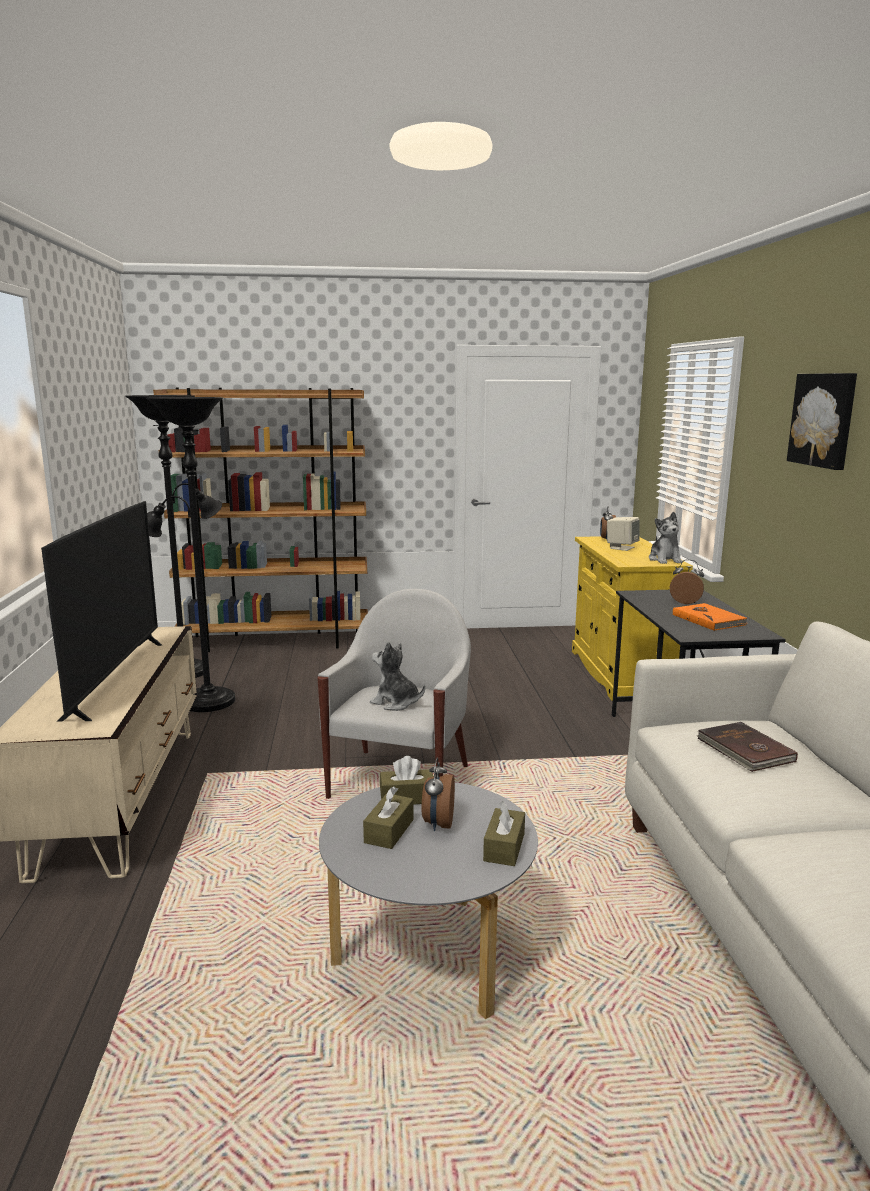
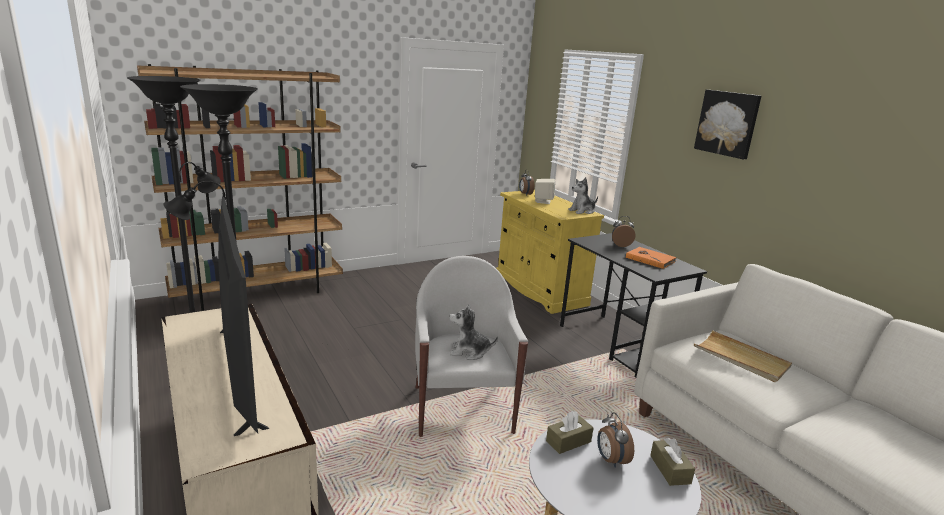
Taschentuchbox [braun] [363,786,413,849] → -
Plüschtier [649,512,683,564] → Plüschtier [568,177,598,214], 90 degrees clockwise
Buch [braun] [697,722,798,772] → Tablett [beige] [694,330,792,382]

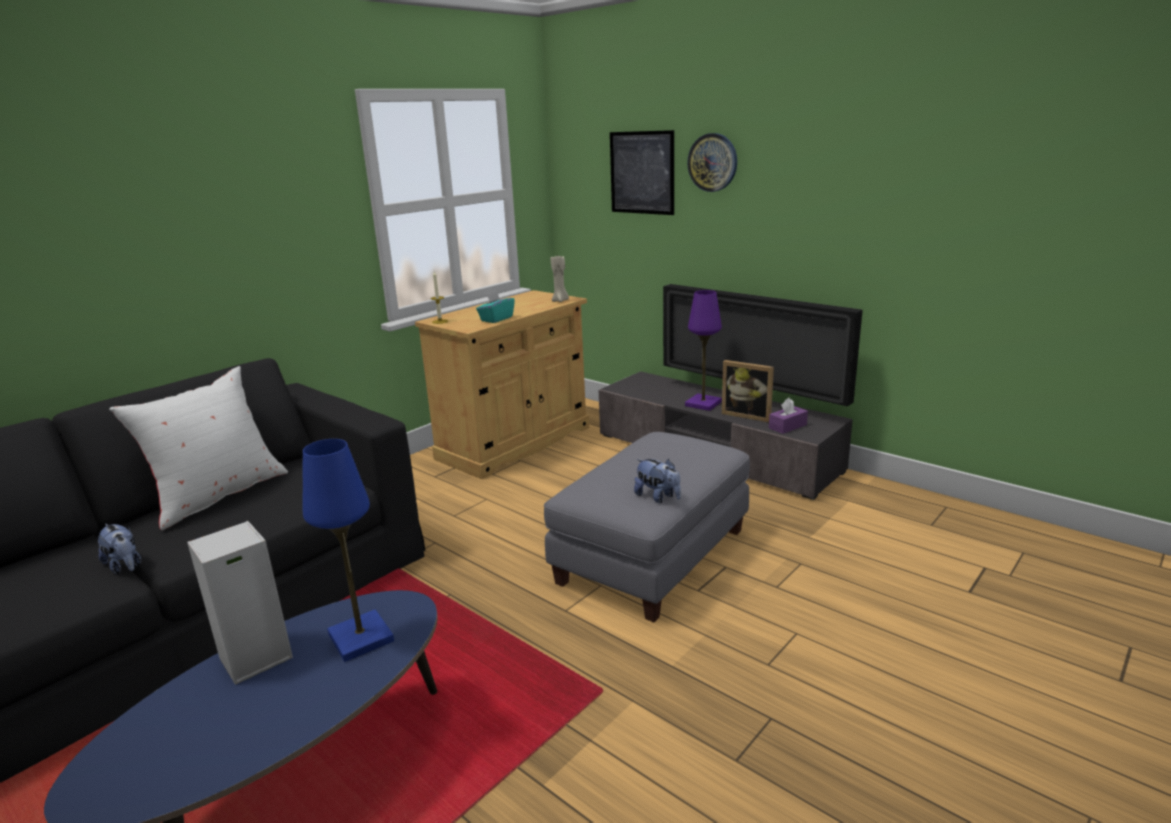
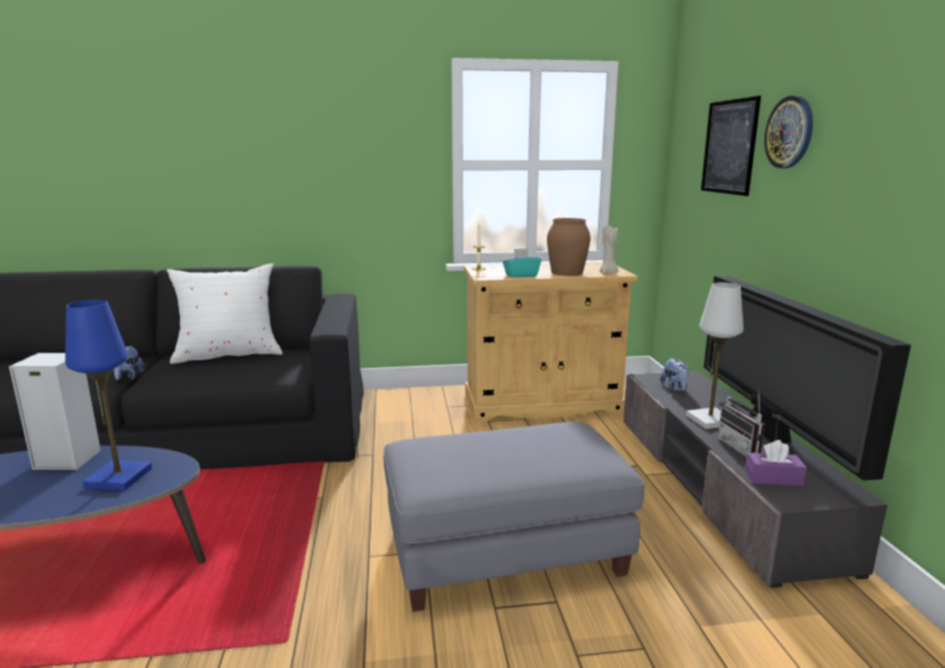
Plüschtier [634,459,681,503] → Plüschtier [660,358,689,391], relocated
Tischlampe [lila] [685,290,722,411] → Tischlampe [weiß] [686,283,744,429]
Bilderrahmen [722,360,774,422] → Radio [718,390,765,457]
- → Vase [braun] [547,218,591,276]

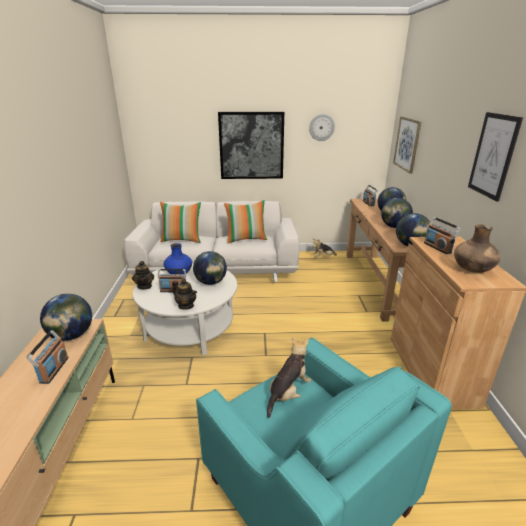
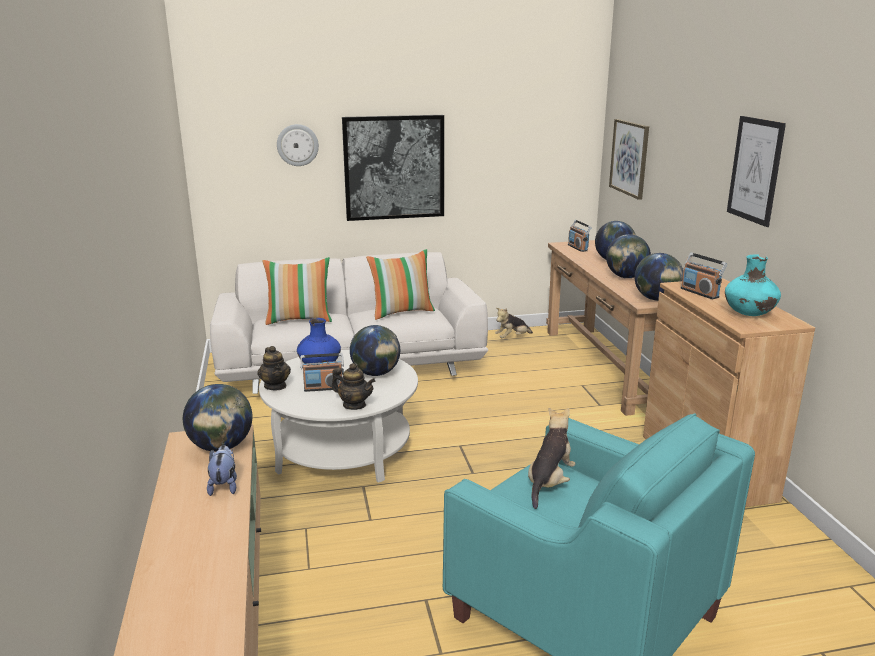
Radio [26,330,69,384] → Plüschtier [207,445,237,496]
Wanduhr [309,114,335,141] → Wanduhr [277,124,319,166], relocated
Vase [braun] [454,224,501,273] → Vase [türkis] [725,254,781,316]

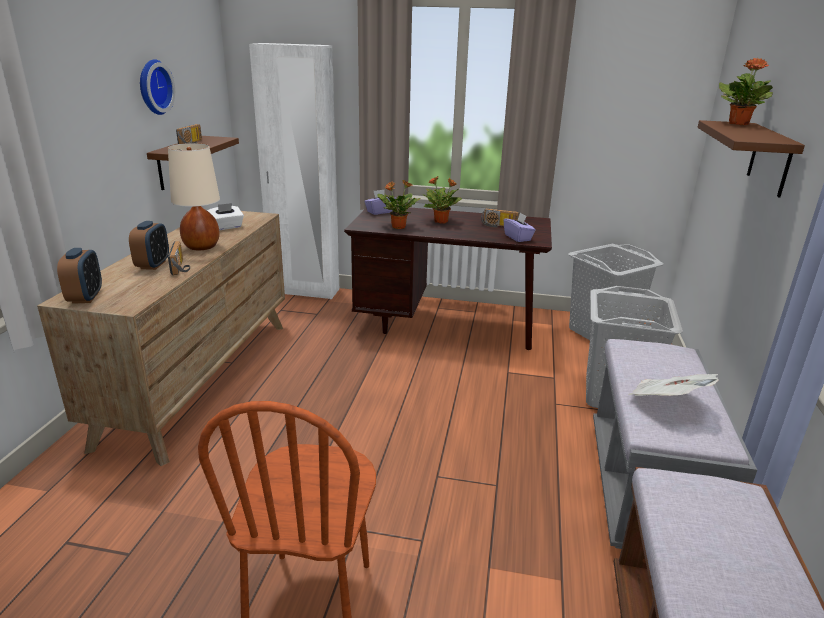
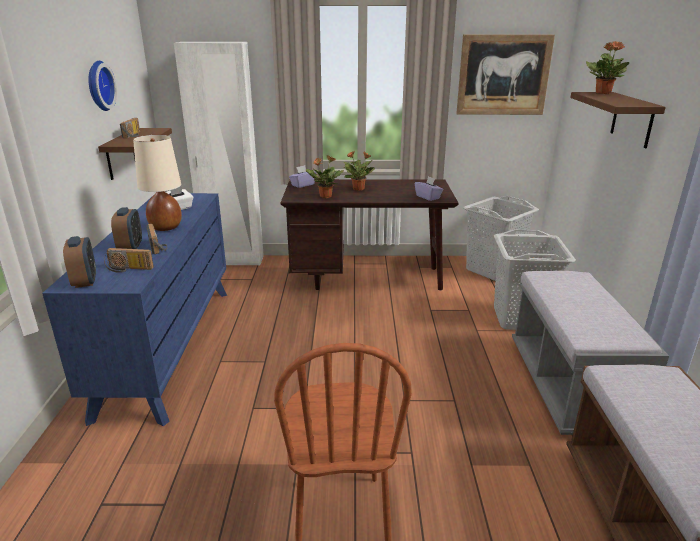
Kommode [braun] [37,211,285,466] → Kommode [blau] [42,193,227,426]
Radio [481,208,519,227] → Radio [104,248,154,273], relocated
Zeitung [628,374,718,396] → -
- → Bild [456,35,555,115]

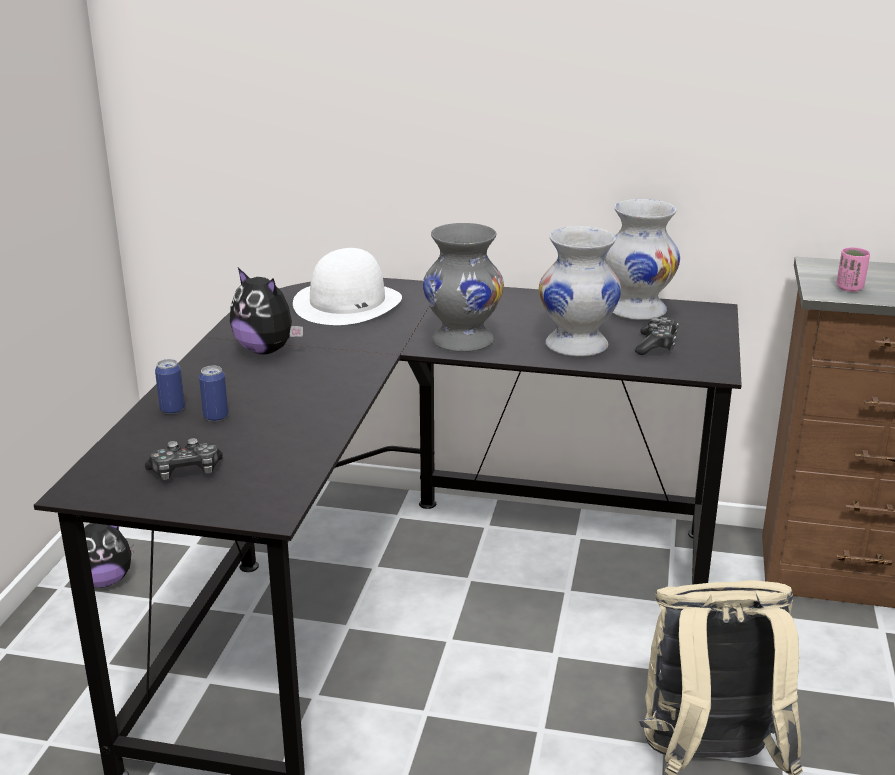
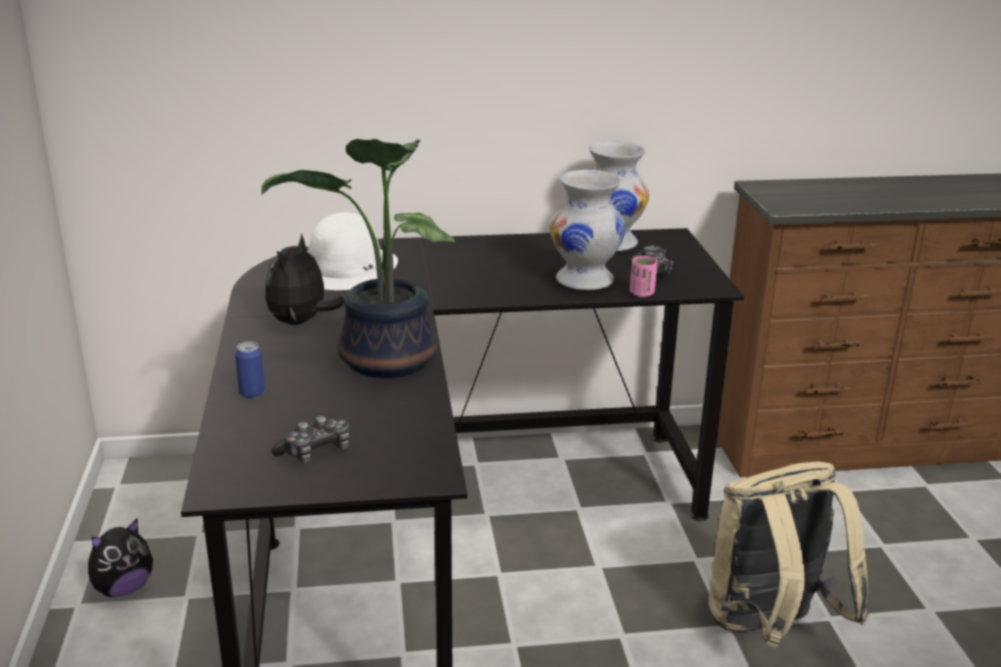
Dose [199,366,228,421] → -
Plüschtier [230,268,303,354] → Plüschtier [265,233,344,325], 90 degrees clockwise
Vase [grau] [423,223,504,352] → -
Tasse [rosa] [836,247,870,292] → Tasse [rosa] [630,256,658,297], relocated
- → Topfpflanze [261,139,456,378]

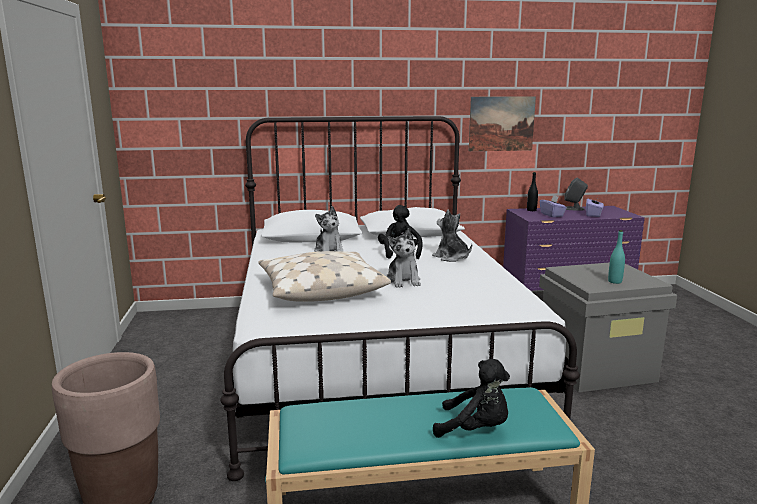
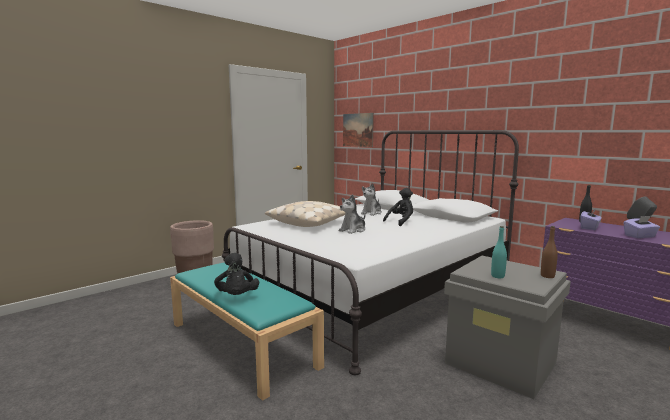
Plüschtier [432,210,472,262] → -
Bild [469,96,536,151] → Bild [343,113,374,147], relocated
- → Flasche [braun] [541,226,558,278]

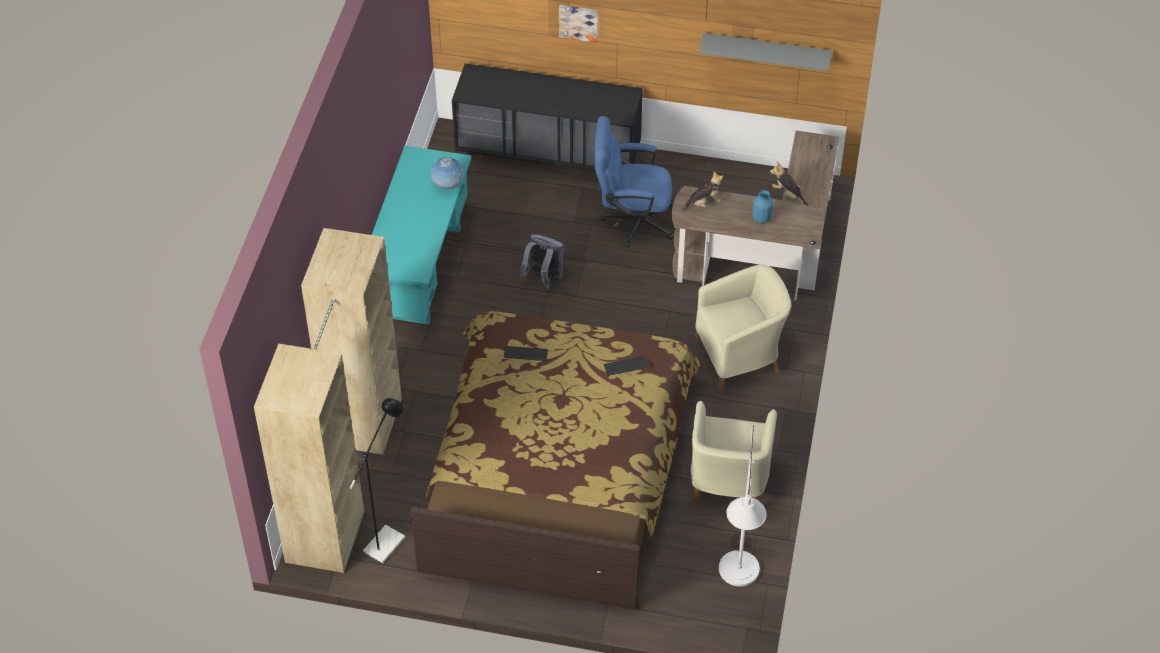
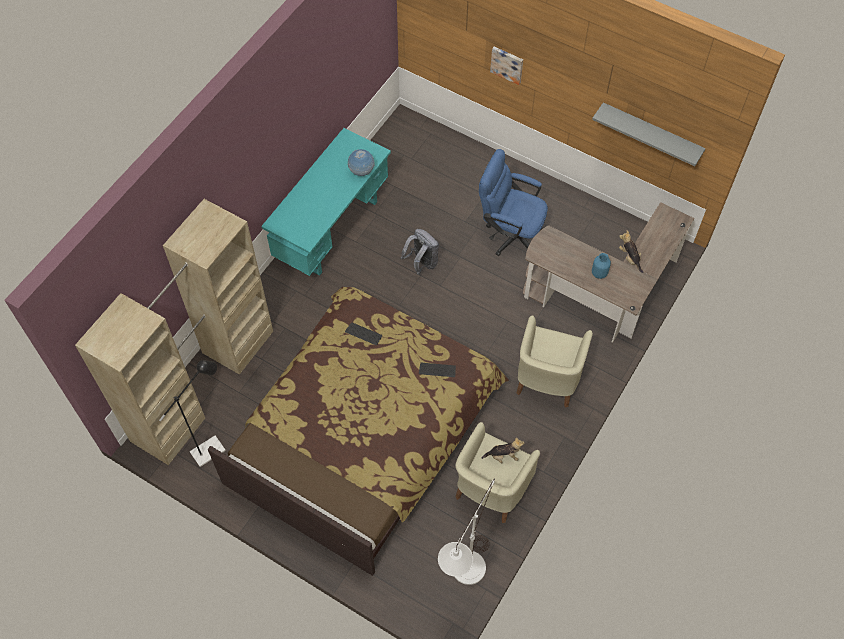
Kommode [schwarz] [452,63,643,171] → -
Plüschtier [682,172,723,211] → Plüschtier [482,437,524,463], relocated
Sessel [beige] [695,264,791,391] → Sessel [beige] [516,315,593,408], 105 degrees clockwise

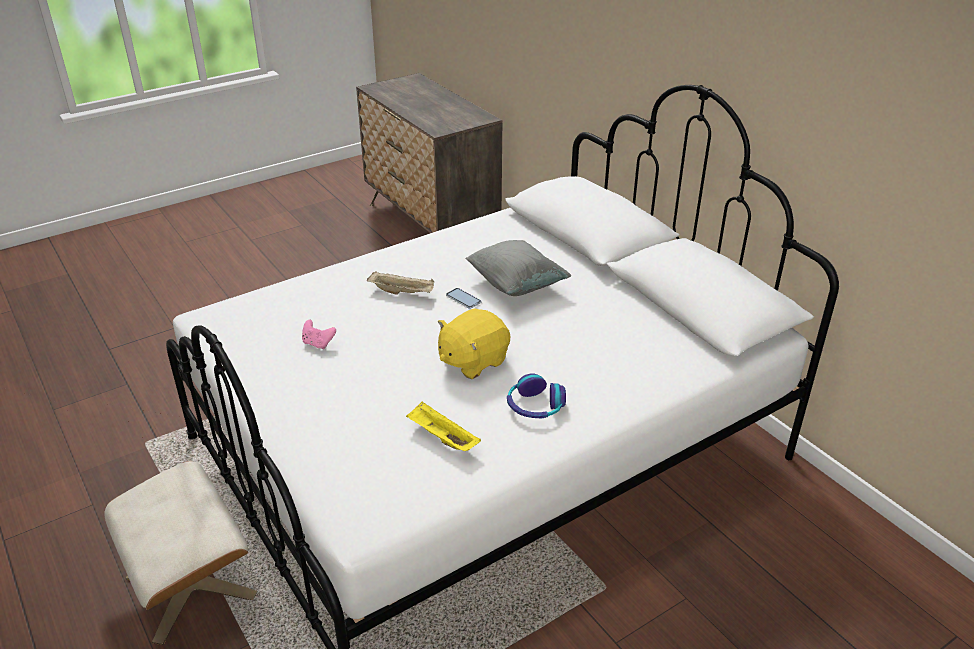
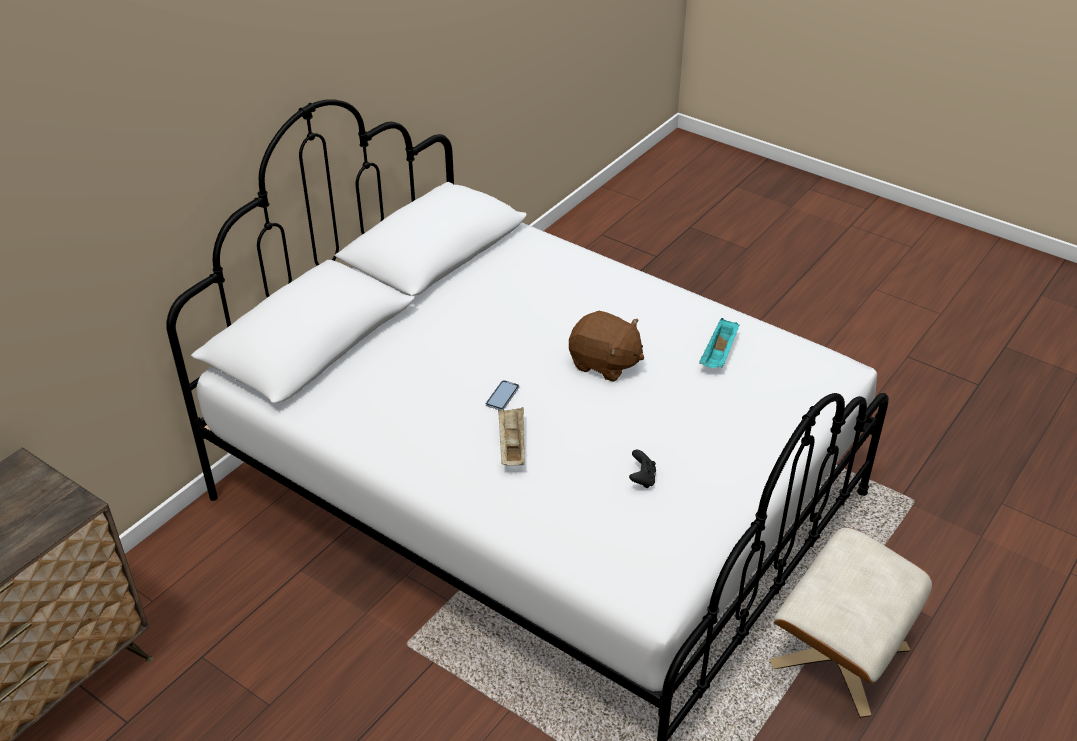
Gamepad [rosa] [302,319,336,349] → Gamepad [schwarz] [629,450,656,488]
Tablett [gelb] [406,402,481,451] → Tablett [türkis] [699,318,739,368]
Plüschtier [gelb] [438,308,510,379] → Plüschtier [braun] [569,311,644,382]
Kissen [grau] [465,240,571,296] → -
Kopfhörer [507,373,566,418] → -

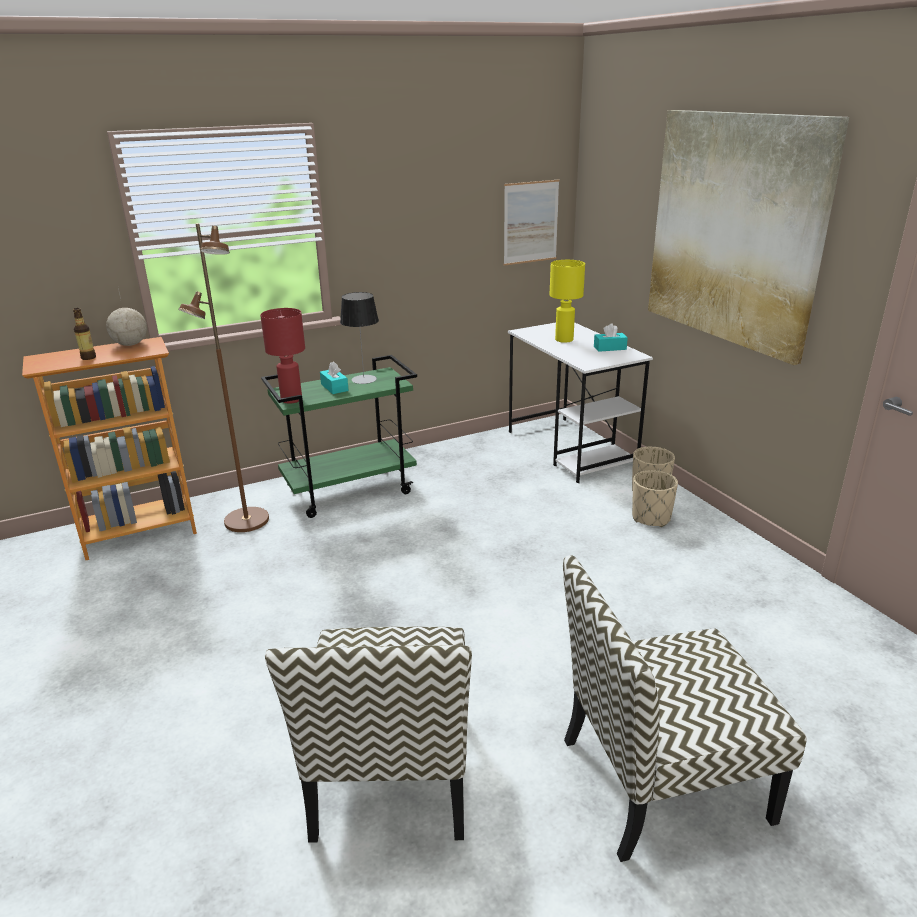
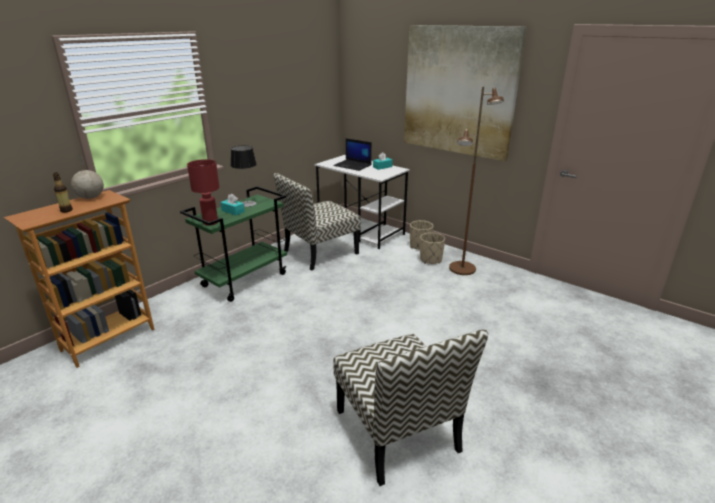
Stehlampe [braun] [178,223,269,532] → Stehlampe [braun] [449,87,504,275], relocated
Bild [504,180,560,266] → -
Tischlampe [gelb] [550,260,585,343] → Laptop [333,138,372,171]
Stuhl [563,555,807,862] → Stuhl [274,173,361,271], relocated

